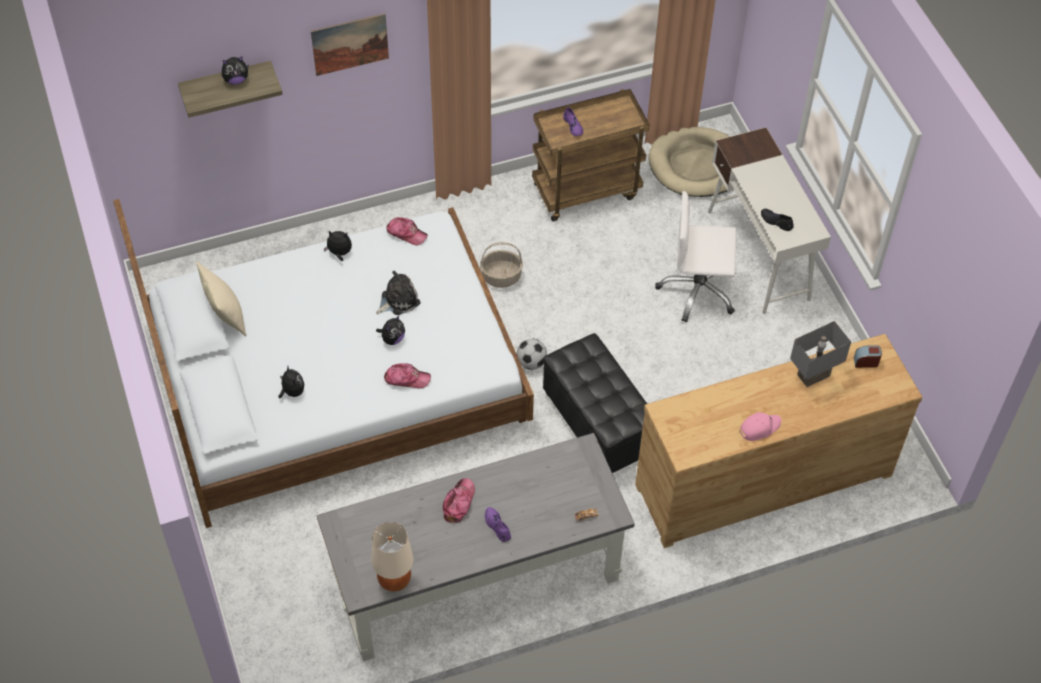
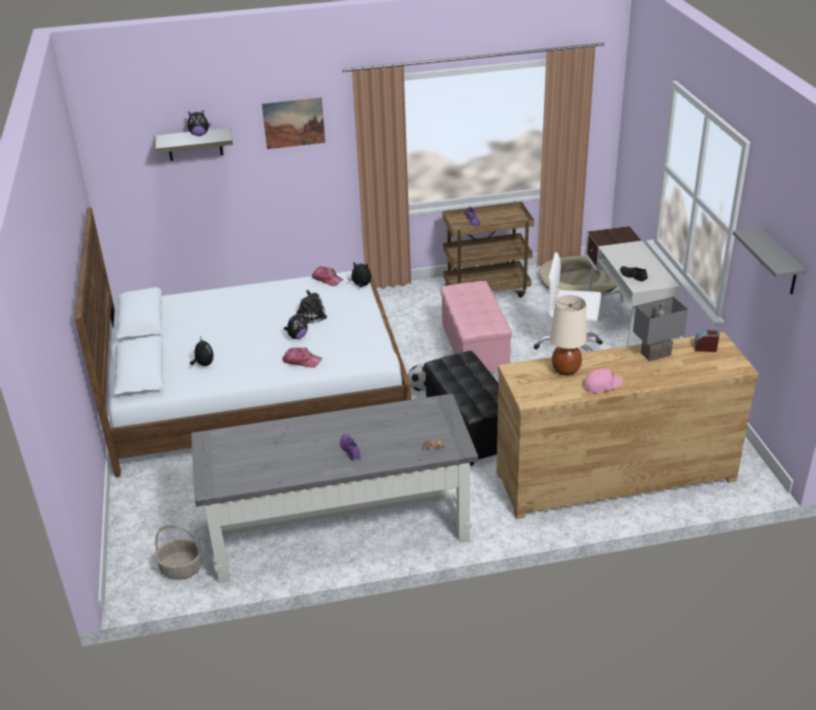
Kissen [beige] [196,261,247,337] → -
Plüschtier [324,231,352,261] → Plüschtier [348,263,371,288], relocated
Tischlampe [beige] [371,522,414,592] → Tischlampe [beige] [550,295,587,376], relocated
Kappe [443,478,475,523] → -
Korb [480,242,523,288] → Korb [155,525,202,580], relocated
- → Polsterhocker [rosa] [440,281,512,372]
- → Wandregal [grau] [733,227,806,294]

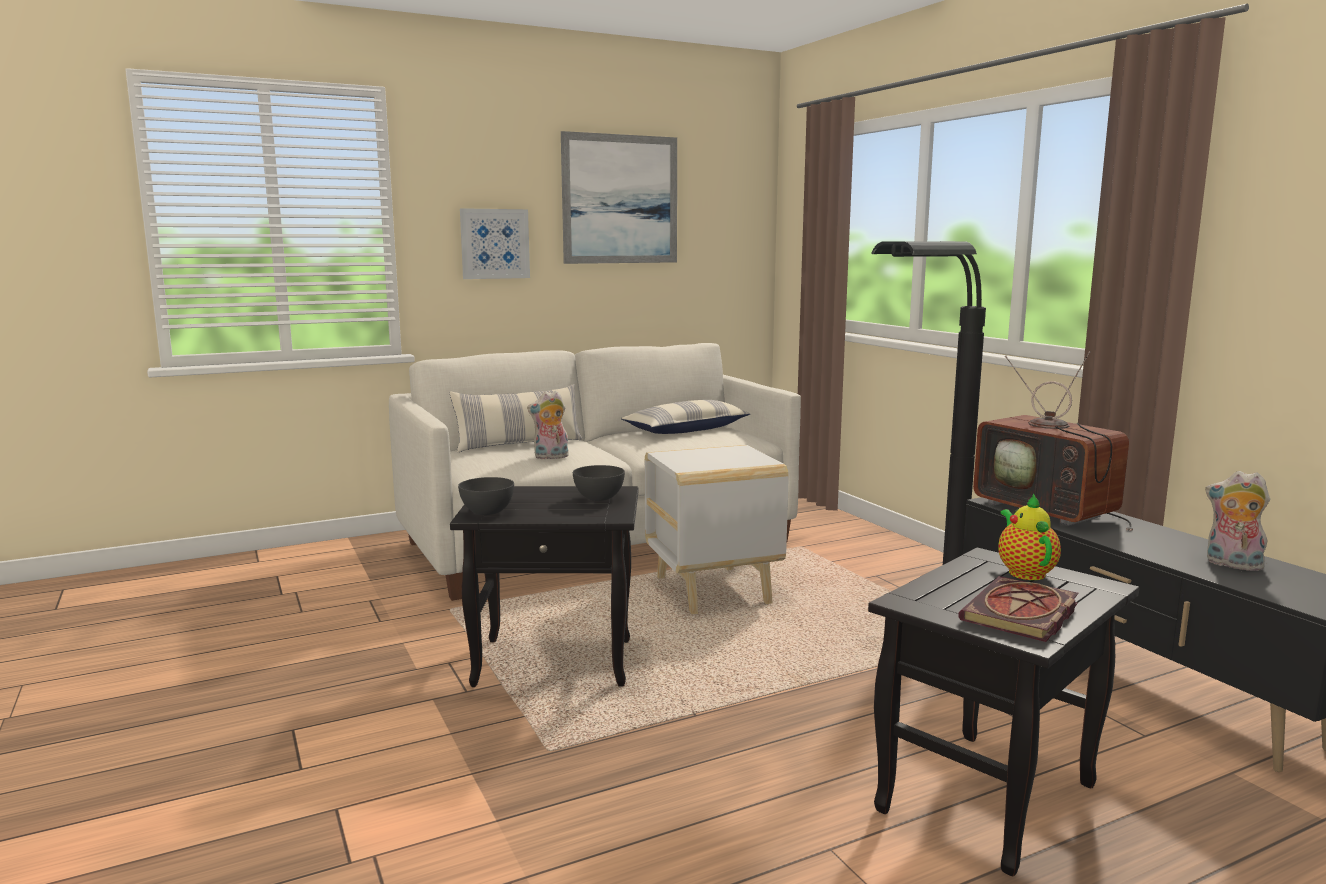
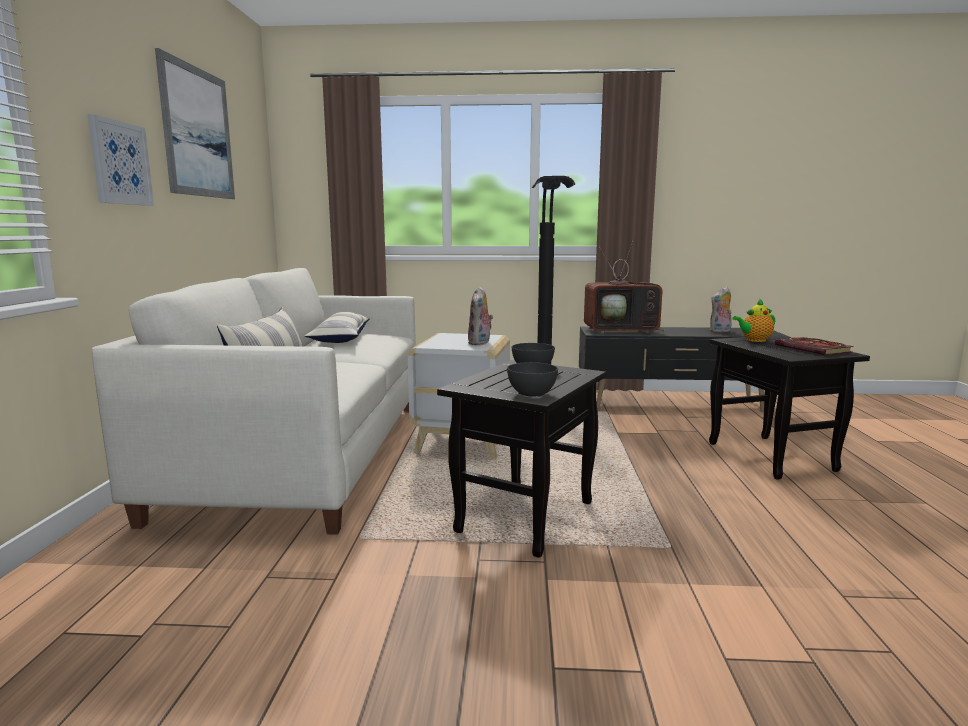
Plüschtier [527,391,569,459] → Plüschtier [468,286,493,345], relocated
Teekanne [998,493,1061,580] → Teekanne [732,298,775,342], 45 degrees counterclockwise

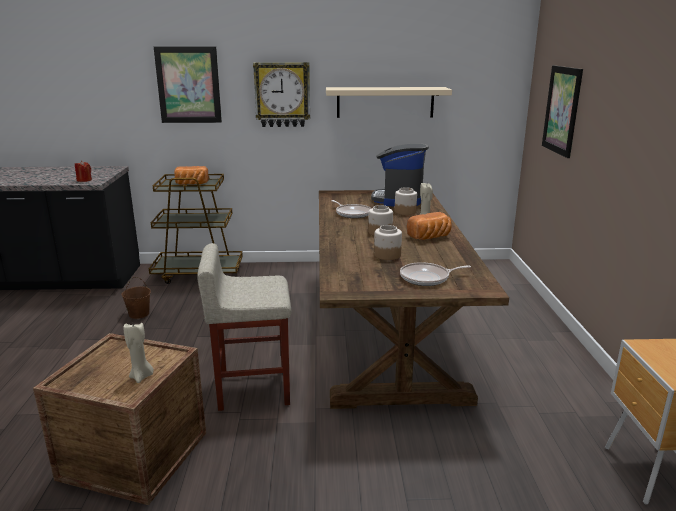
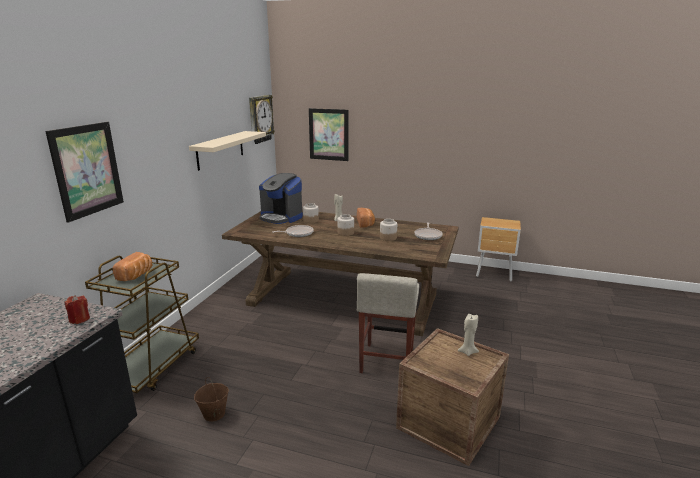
Wanduhr [253,62,310,127] → Wanduhr [249,95,275,144], relocated

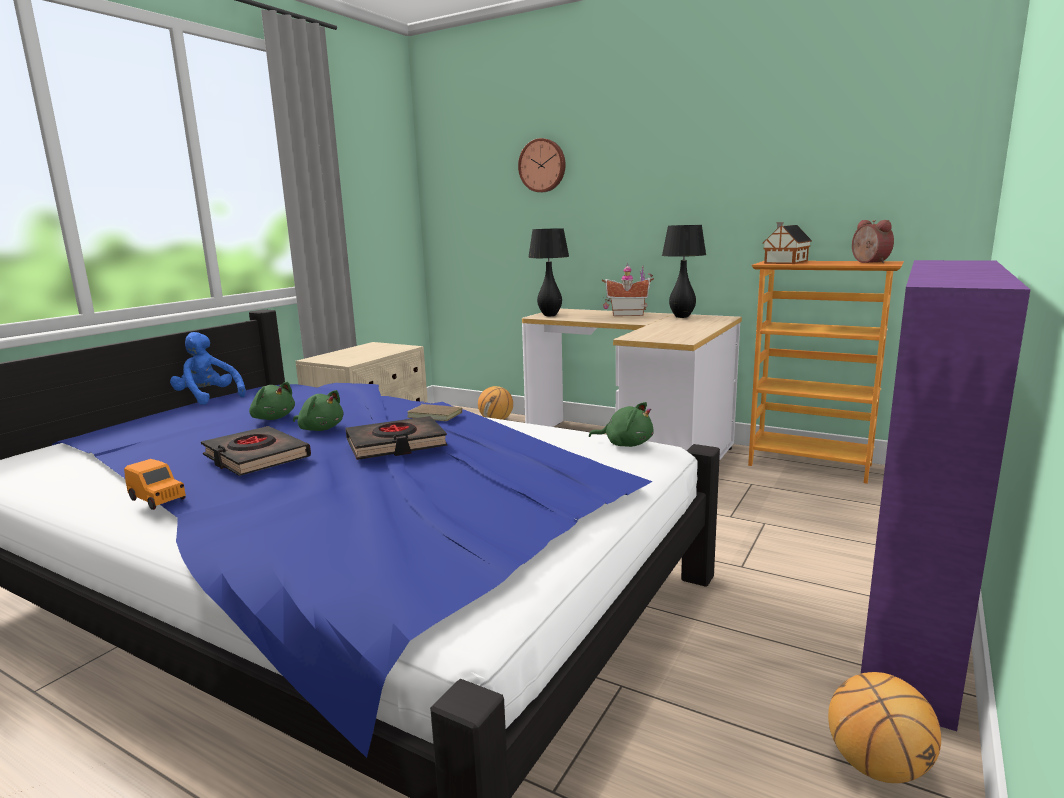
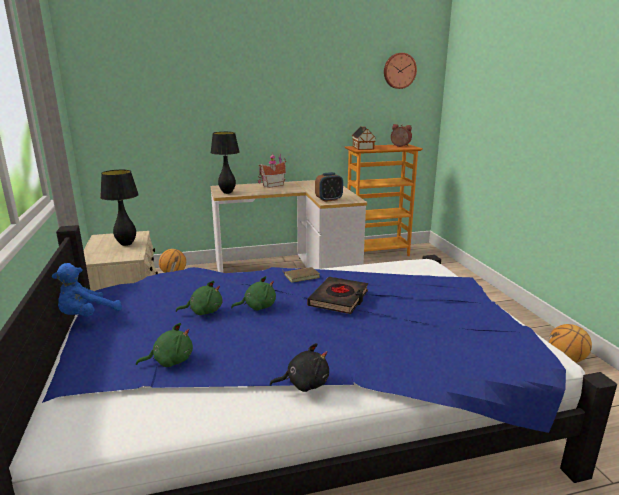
Spielzeugauto [orange] [124,459,186,510] → Plüschtier [schwarz] [270,343,329,392]
Plüschtier [blau] [170,332,246,405] → Plüschtier [blau] [52,263,122,317], 45 degrees counterclockwise
Buch [schwarz] [201,426,311,476] → -
Wanduhr [518,138,566,192] → Wanduhr [384,53,417,89], relocated
Plüschtier [grün] [589,402,654,447] → Plüschtier [grün] [136,323,193,367], relocated
Tischlampe [schwarz] [662,225,706,318] → Tischlampe [schwarz] [100,170,139,246], relocated
Bücherregal [lila] [861,260,1030,731] → -
- → Wecker [315,172,343,202]

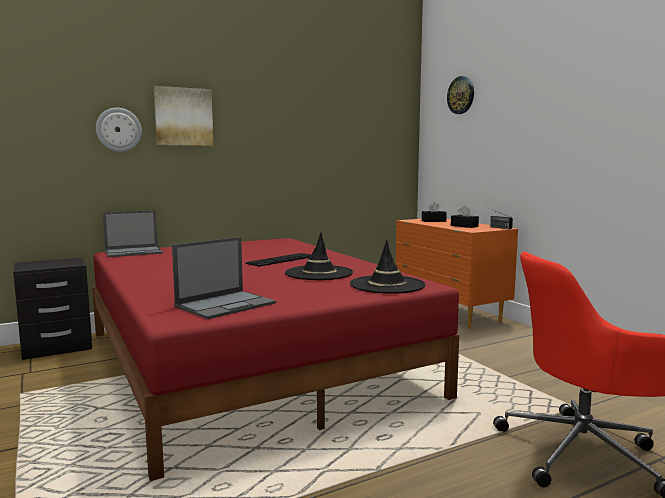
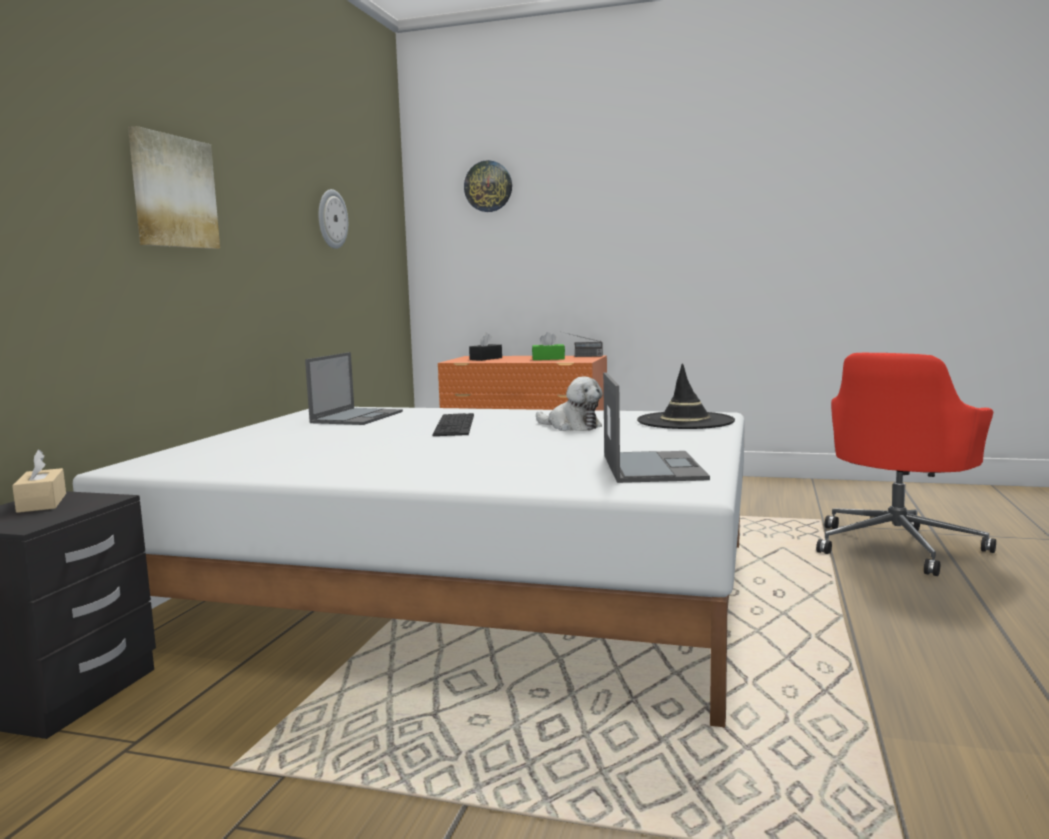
Bett [rot] [92,238,459,481] → Bett [weiß] [73,407,745,727]
Wanduhr [96,108,142,152] → Wanduhr [319,189,348,249], relocated
Laptop [103,210,163,257] → Laptop [305,352,403,425], relocated
Hut [schwarz] [285,232,353,280] → Plüschtier [536,377,603,431]
Taschentuchbox [schwarz] [451,206,479,228] → Taschentuchbox [grün] [532,332,565,360]
- → Taschentuchbox [beige] [12,450,66,513]

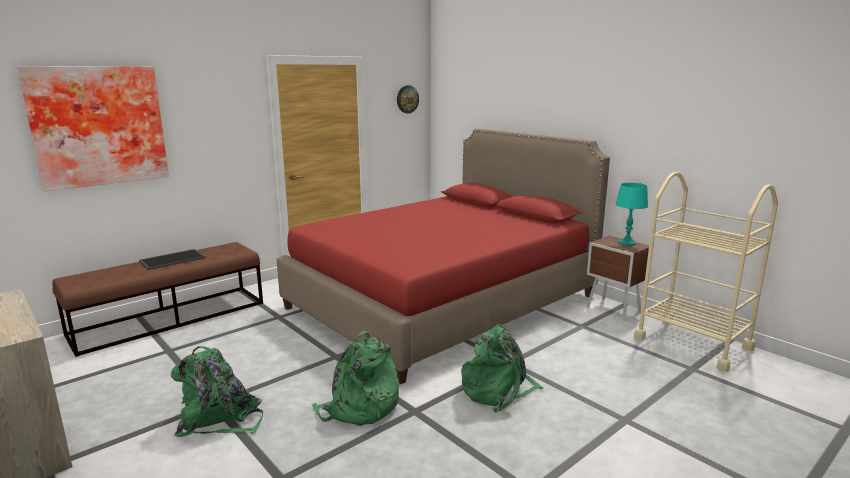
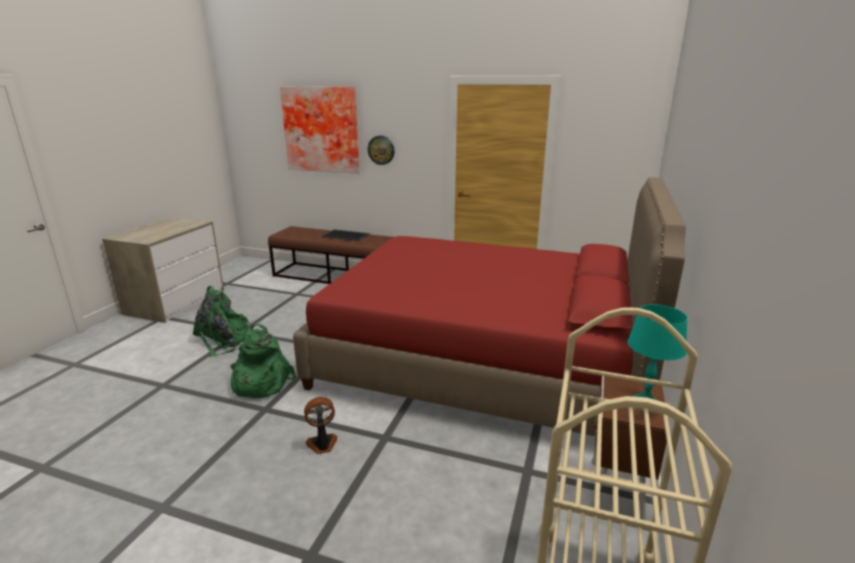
Wanduhr [397,85,419,113] → Wanduhr [368,136,395,165], relocated
Rucksack [grün] [461,324,544,413] → Ventilator [304,397,337,454]

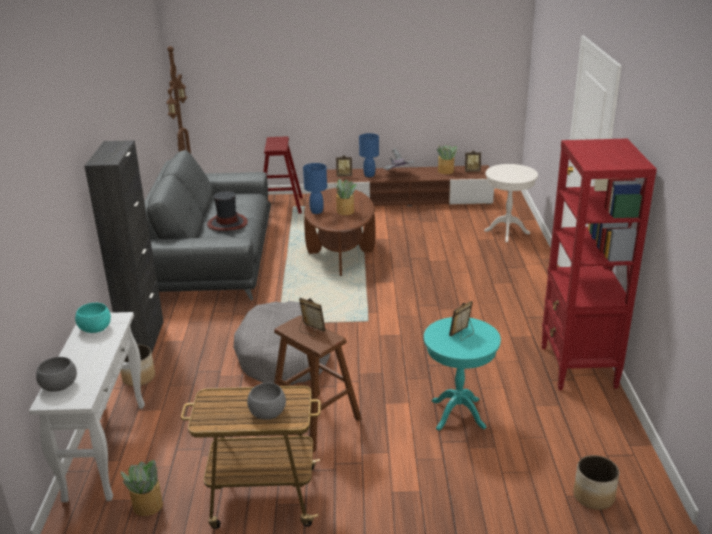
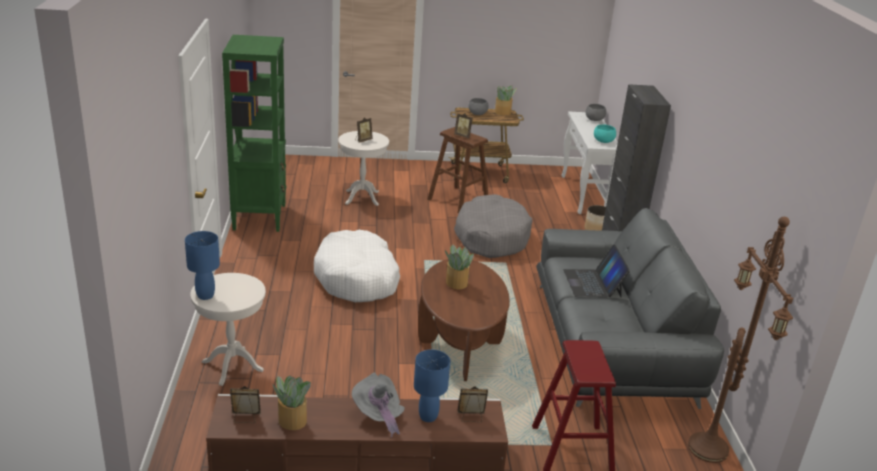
Topfpflanze [120,460,163,516] → Topfpflanze [495,86,517,115], relocated
Hut [207,191,248,231] → Laptop [563,245,630,297]
Tischlampe [blau] [303,163,327,214] → Tischlampe [blau] [185,231,220,300], relocated
Beistelltisch [türkis] [424,317,501,431] → Beistelltisch [weiß] [338,131,389,206]
Bücherregal [rot] [541,139,657,390] → Bücherregal [grün] [222,35,286,232]
Pflanzkübel [573,455,619,510] → -
- → Hundebett [weiß] [314,230,400,302]

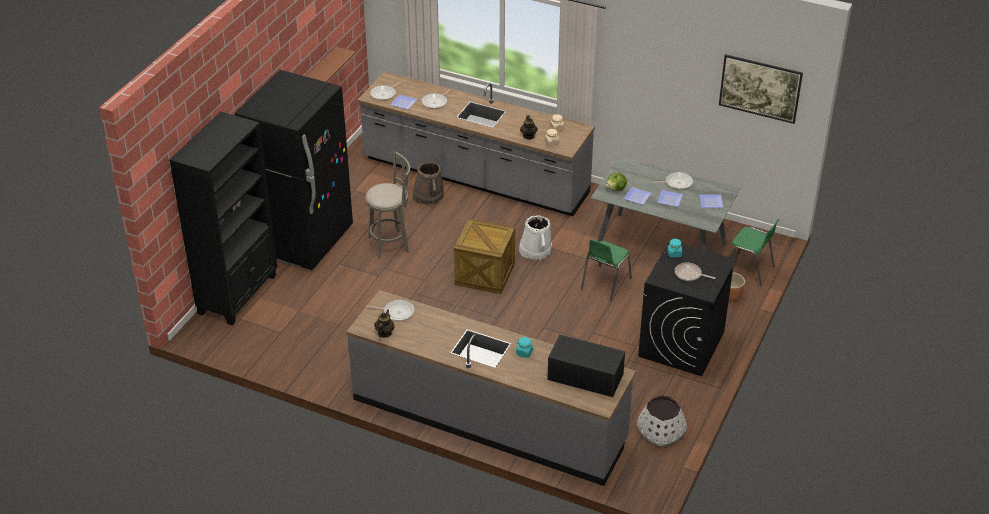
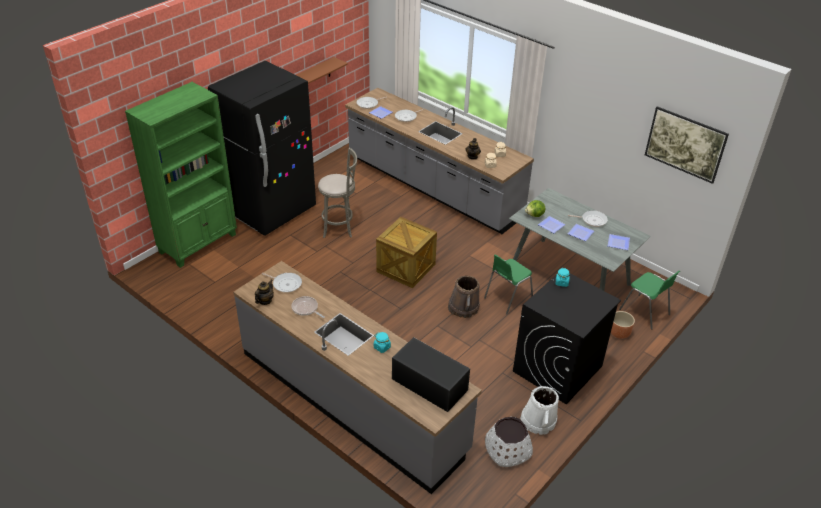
Bücherregal [schwarz] [169,112,278,325] → Bücherregal [grün] [125,82,237,268]
Eimer [braun] [413,162,444,205] → Eimer [braun] [448,276,480,318], relocated
Eimer [weiß] [519,215,552,260] → Eimer [weiß] [520,386,559,435], relocated
Pfanne [675,263,715,281] → Pfanne [291,296,325,318], relocated

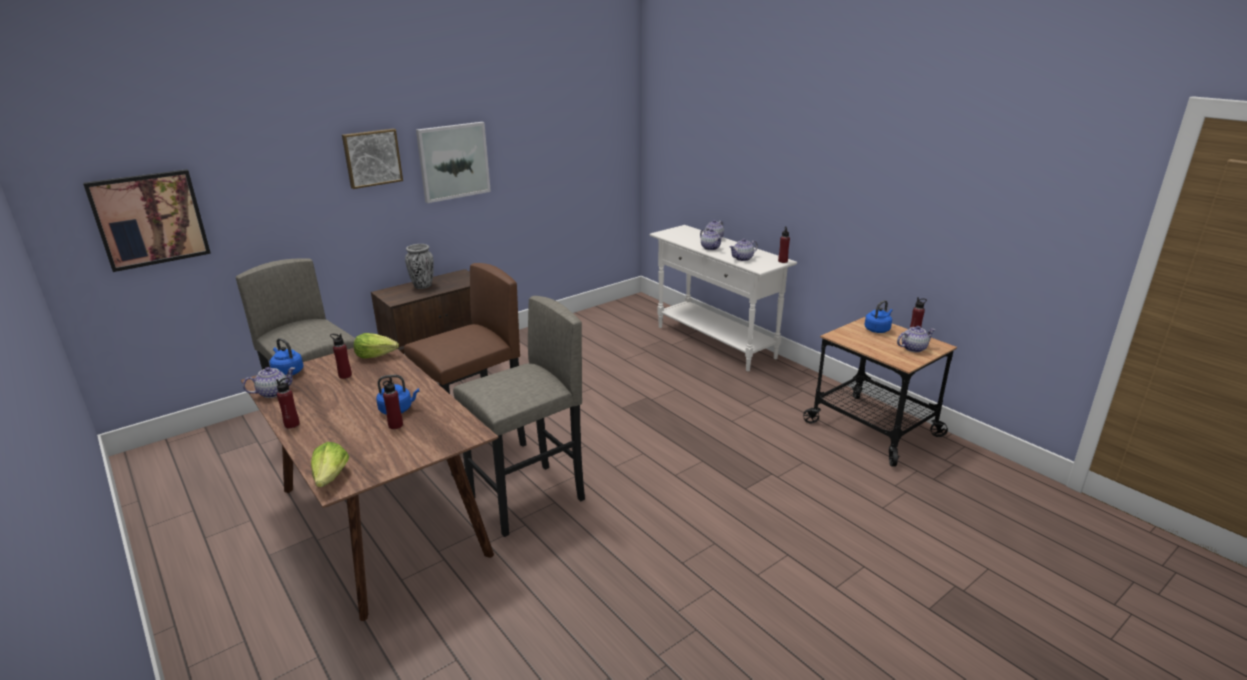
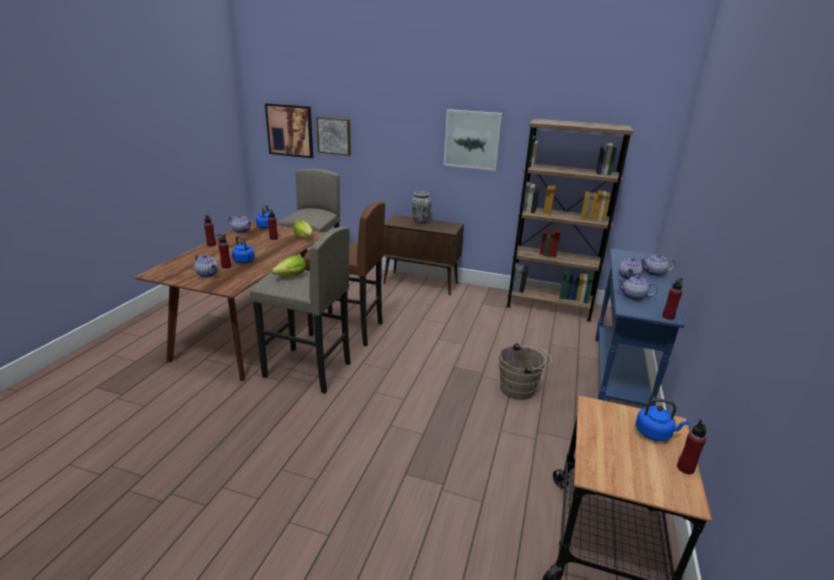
Salatkopf [311,442,349,487] → Salatkopf [272,255,306,276], relocated
Bild [342,128,403,189] → Bild [316,117,351,156], relocated
Konsolentisch [weiß] [650,225,797,371] → Konsolentisch [blau] [595,249,685,407]
Teekanne [897,326,935,353] → Teekanne [194,255,218,277], relocated
- → Eimer [braun] [499,343,552,400]
- → Bücherregal [braun] [506,119,634,322]

